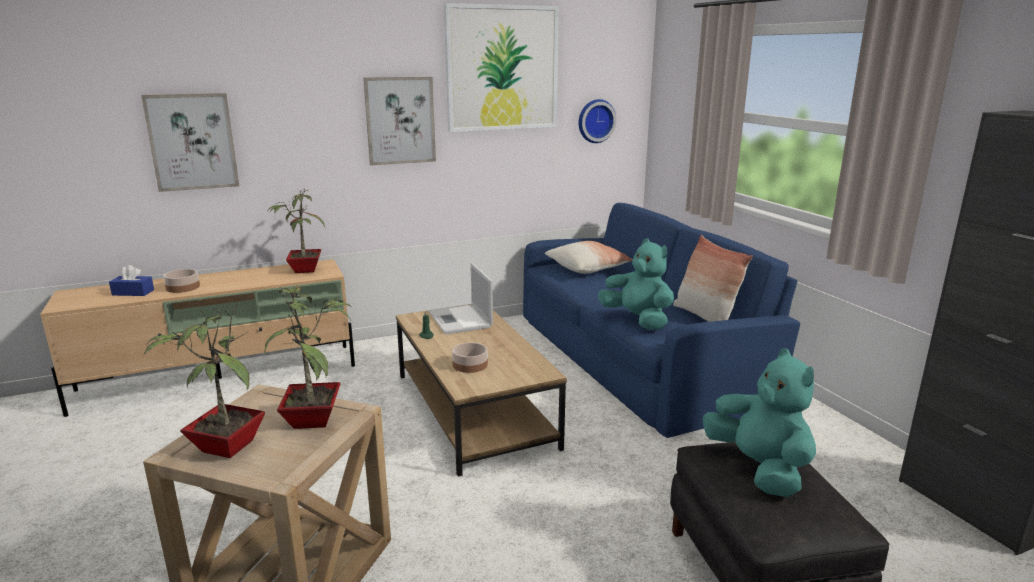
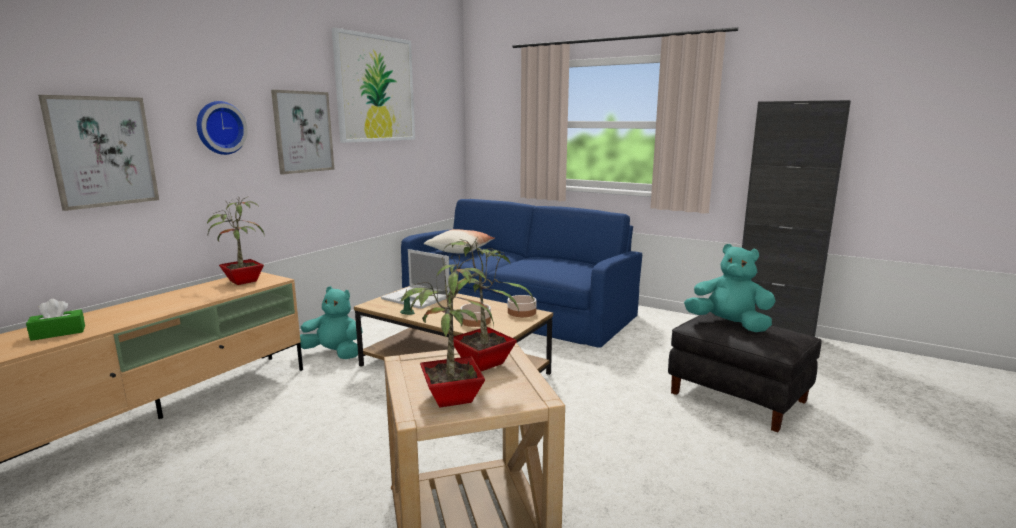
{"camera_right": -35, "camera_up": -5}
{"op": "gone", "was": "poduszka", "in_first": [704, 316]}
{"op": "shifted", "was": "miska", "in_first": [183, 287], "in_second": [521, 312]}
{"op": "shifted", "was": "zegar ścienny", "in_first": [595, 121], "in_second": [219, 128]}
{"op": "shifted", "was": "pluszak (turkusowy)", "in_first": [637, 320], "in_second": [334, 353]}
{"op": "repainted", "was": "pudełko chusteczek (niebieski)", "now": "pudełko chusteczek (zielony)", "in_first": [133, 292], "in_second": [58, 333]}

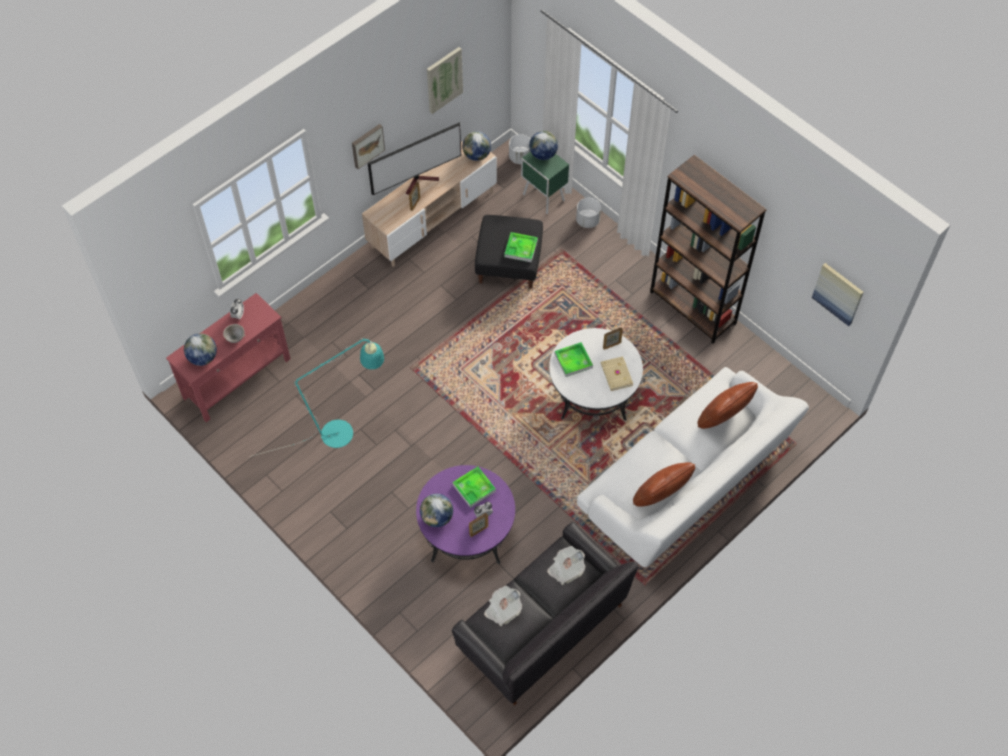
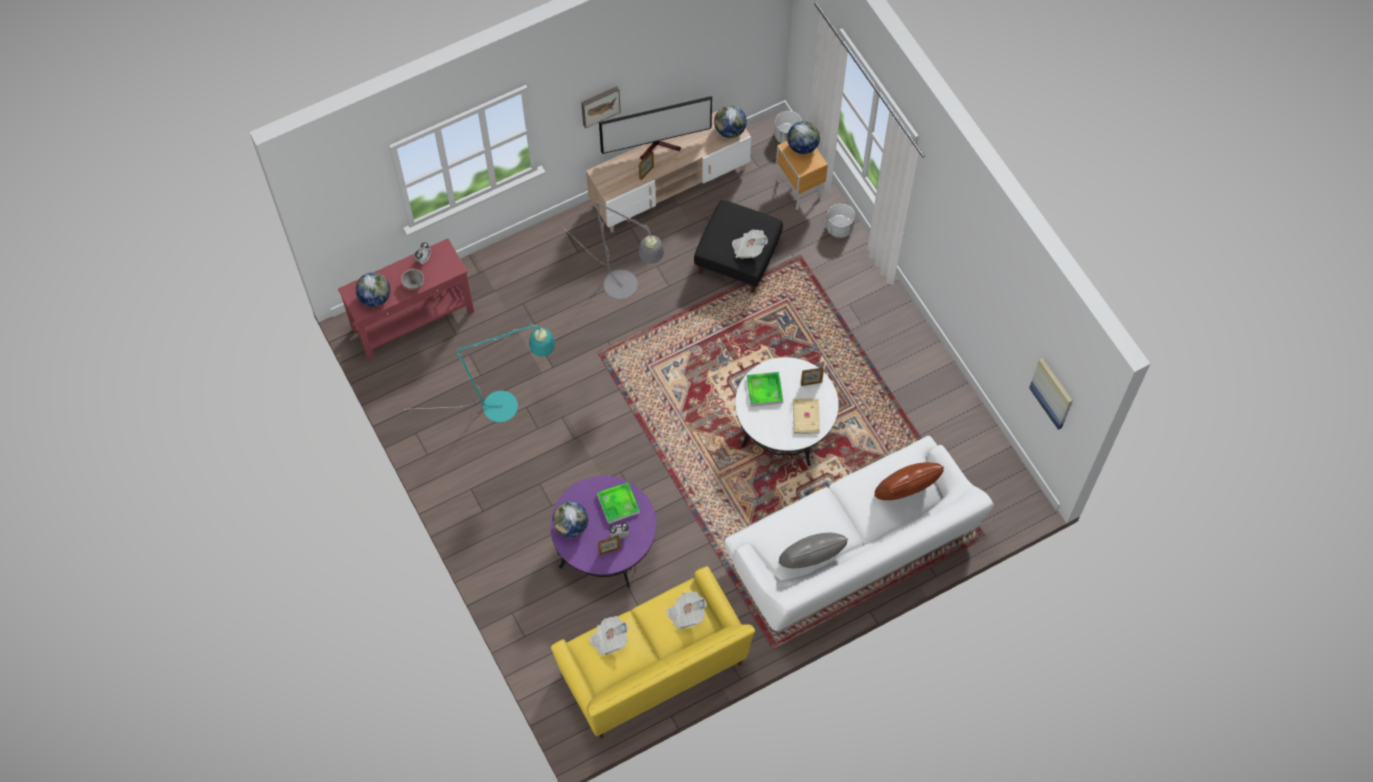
{"camera_right": 15, "camera_up": 5}
{"op": "gone", "was": "obraz", "in_first": [444, 79]}
{"op": "gone", "was": "regał (brązowy)", "in_first": [693, 308]}
{"op": "new", "now": "lampa stojąca (szary)", "in_second": [627, 290]}
{"op": "swapped", "was": "taca", "now": "gazeta", "in_first": [521, 248], "in_second": [748, 248]}
{"op": "repainted", "was": "kanapa (czarny)", "now": "kanapa (żółty)", "in_first": [542, 629], "in_second": [652, 667]}
{"op": "repainted", "was": "szafka nocna (zielony)", "now": "szafka nocna (brązowy)", "in_first": [544, 198], "in_second": [799, 190]}
{"op": "repainted", "was": "poduszka (brązowy)", "now": "poduszka (szary)", "in_first": [660, 497], "in_second": [810, 561]}

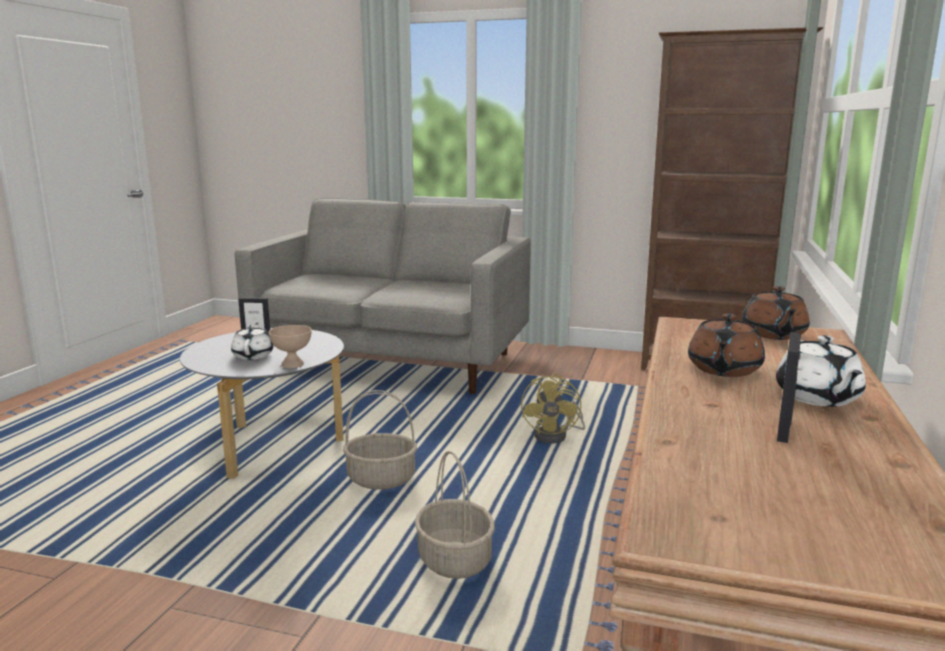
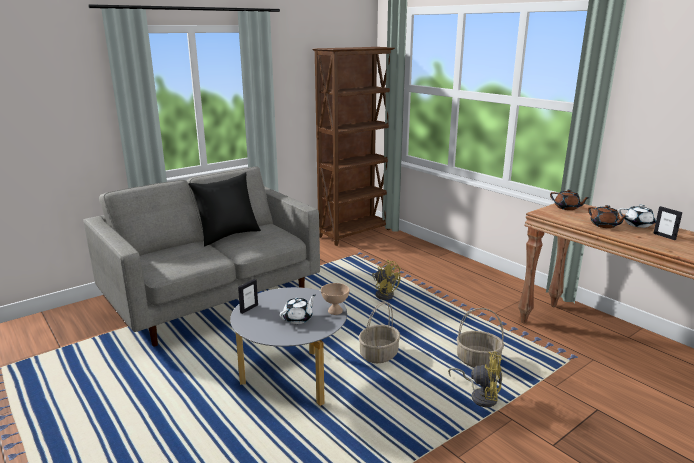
{"camera_right": -55, "camera_up": 5}
{"op": "new", "now": "poduszka (czarny)", "in_second": [228, 235]}
{"op": "new", "now": "wentylator (żółty)", "in_second": [480, 396]}
{"op": "rotated", "was": "imbryk (biały)", "in_first": [253, 355], "in_second": [298, 318], "clockwise": 105}

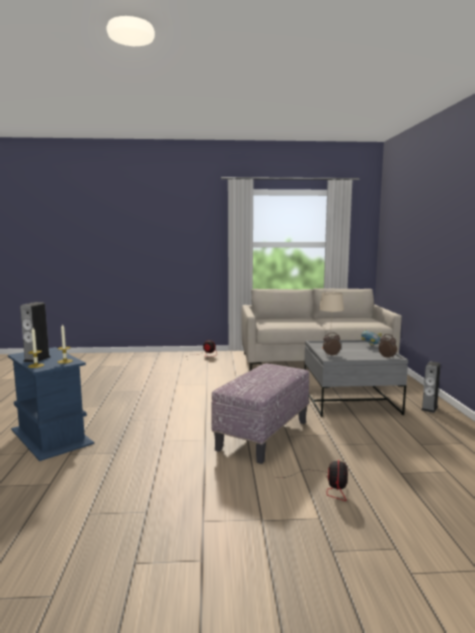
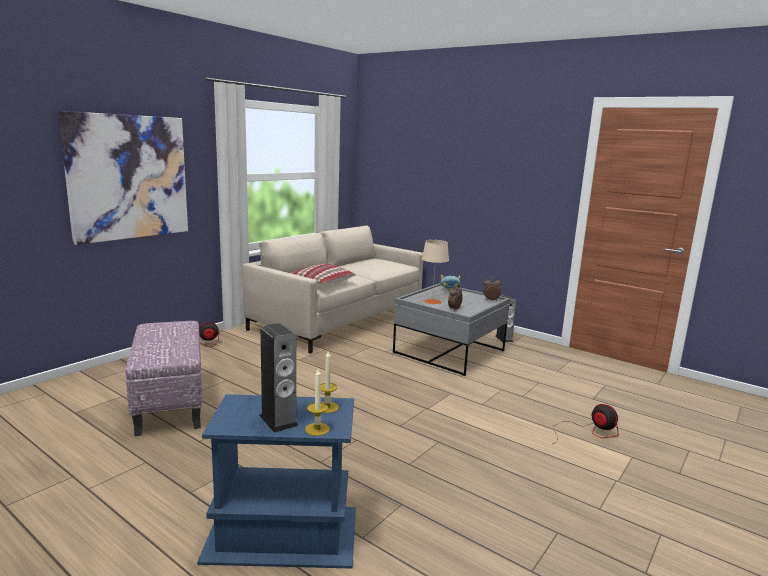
{"camera_right": -50, "camera_up": 5}
{"op": "new", "now": "obraz", "in_second": [129, 177]}
{"op": "new", "now": "poduszka", "in_second": [321, 282]}
{"op": "shifted", "was": "pufa", "in_first": [263, 435], "in_second": [171, 403]}

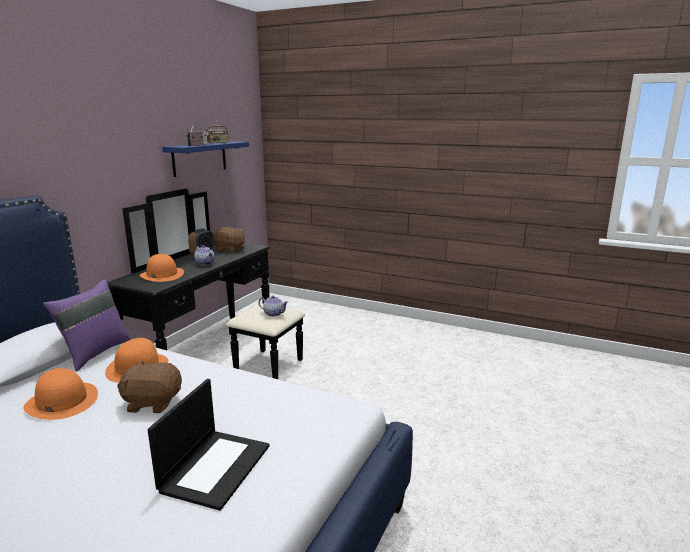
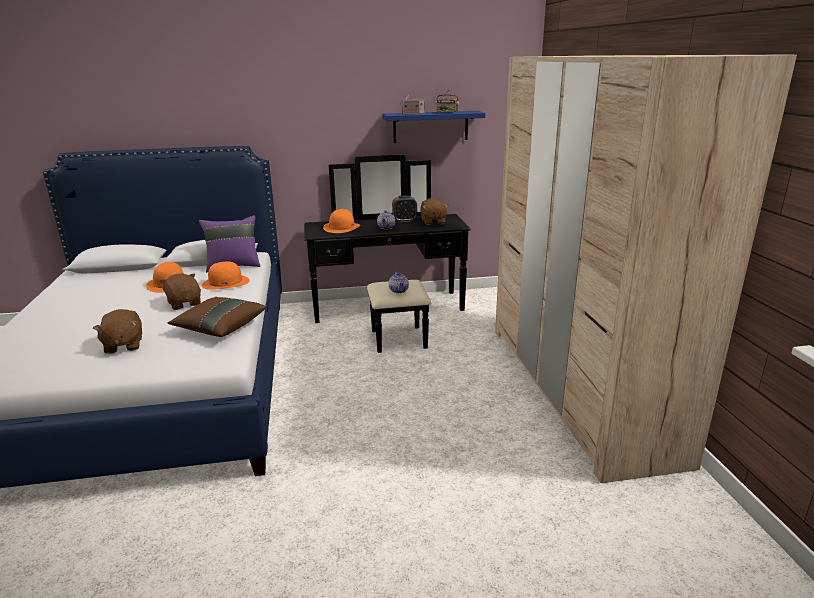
{"camera_right": 55, "camera_up": 5}
{"op": "new", "now": "poduszka (brązowy)", "in_second": [220, 328]}
{"op": "new", "now": "szafa (beżowy)", "in_second": [576, 388]}
{"op": "swapped", "was": "laptop", "now": "pluszak (brązowy)", "in_first": [215, 467], "in_second": [123, 345]}

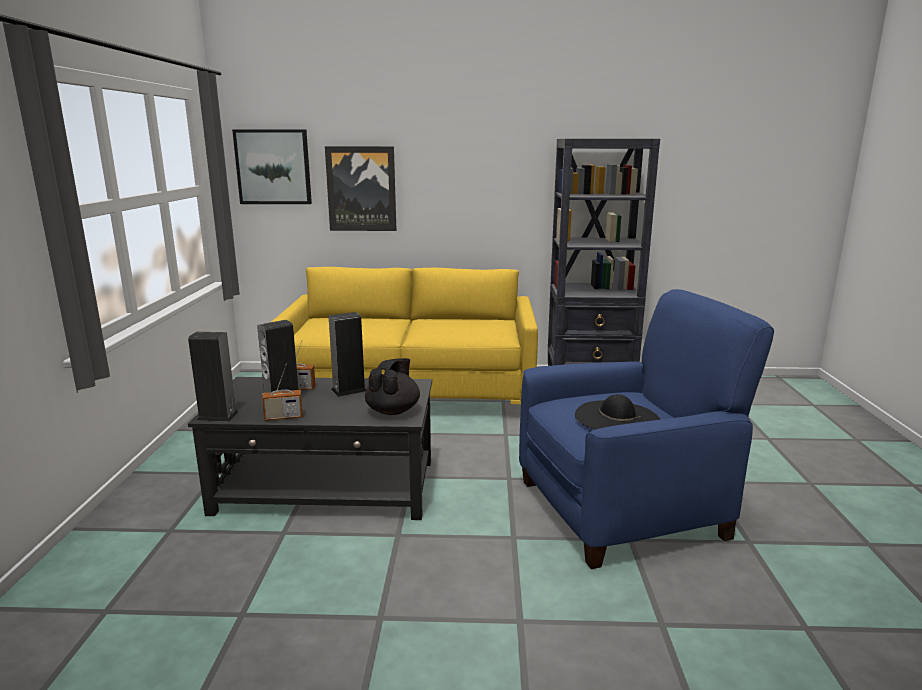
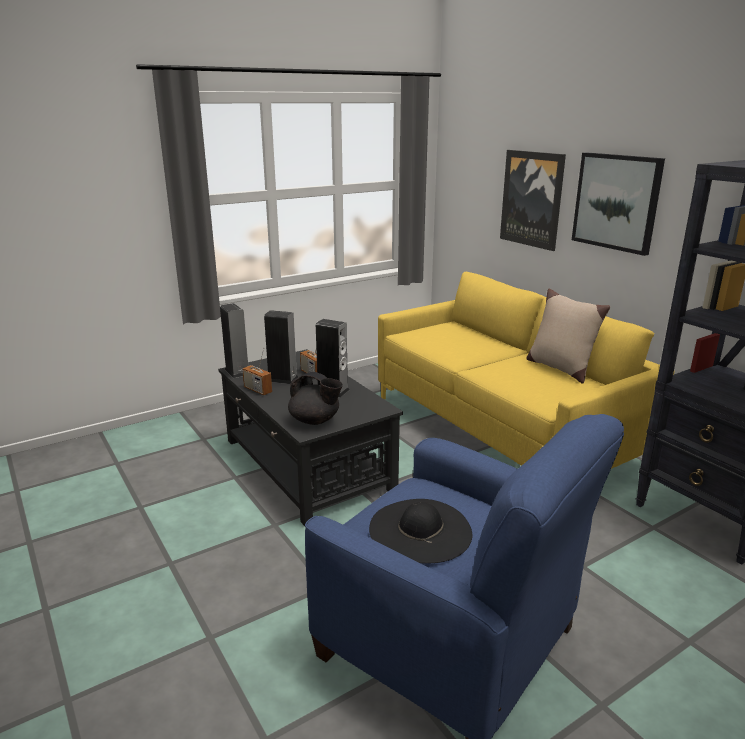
{"camera_right": 55, "camera_up": 5}
{"op": "new", "now": "poduszka (beżowy)", "in_second": [560, 368]}
{"op": "shifted", "was": "obraz", "in_first": [273, 167], "in_second": [616, 202]}
{"op": "rotated", "was": "imbryk (czarny)", "in_first": [393, 410], "in_second": [315, 420], "clockwise": 45}

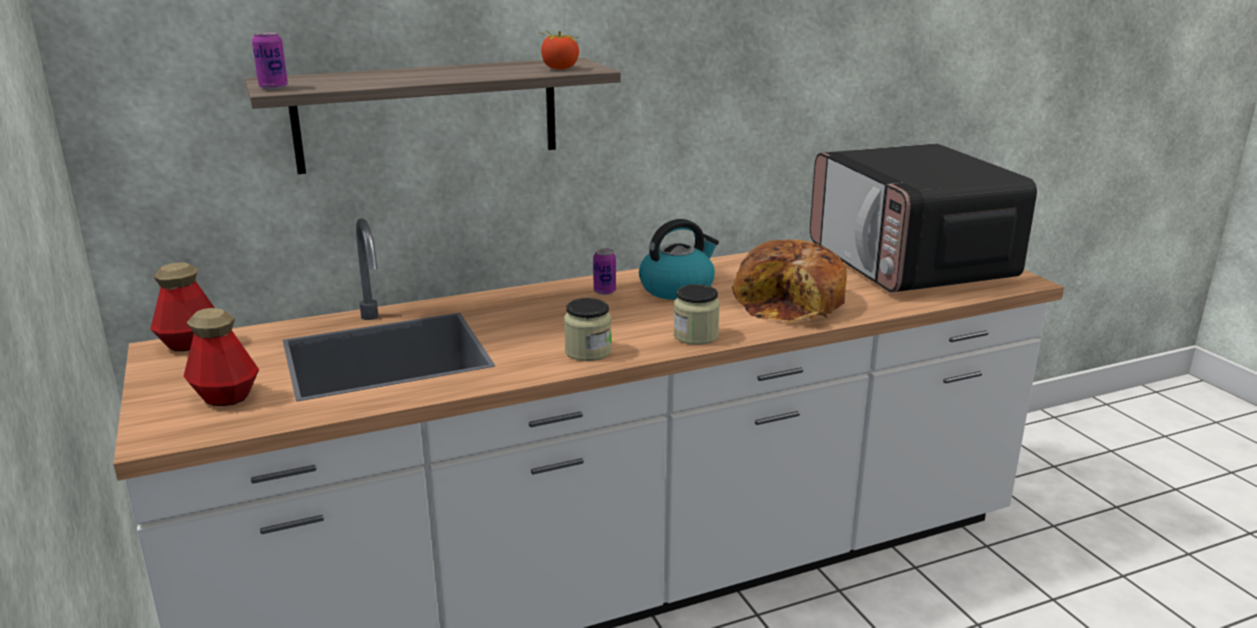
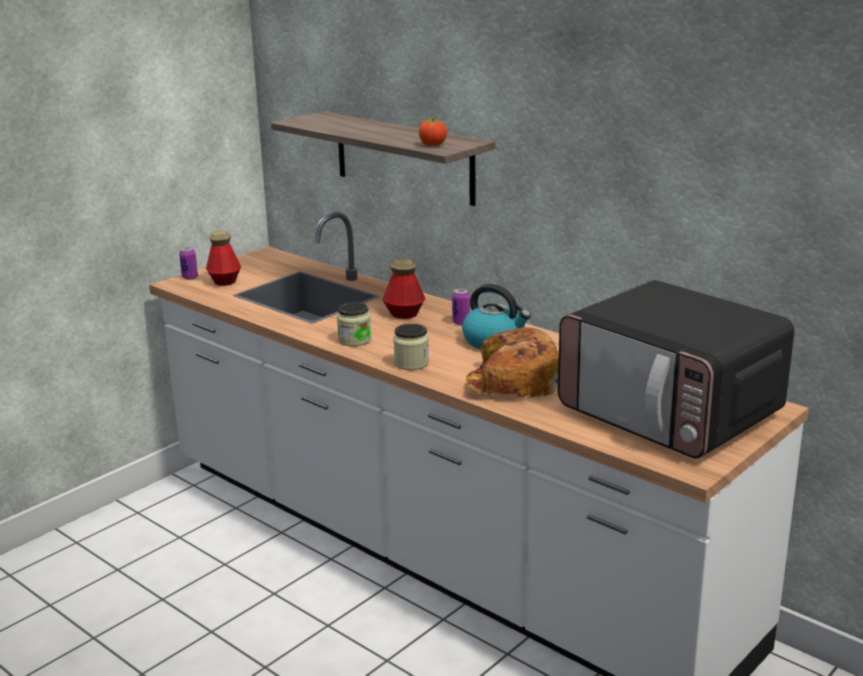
{"camera_right": 65, "camera_up": 0}
{"op": "shifted", "was": "butelka", "in_first": [189, 343], "in_second": [404, 314]}
{"op": "shifted", "was": "puszka", "in_first": [273, 87], "in_second": [190, 277]}
{"op": "rotated", "was": "mikrofalówka", "in_first": [909, 264], "in_second": [670, 413], "clockwise": -90}

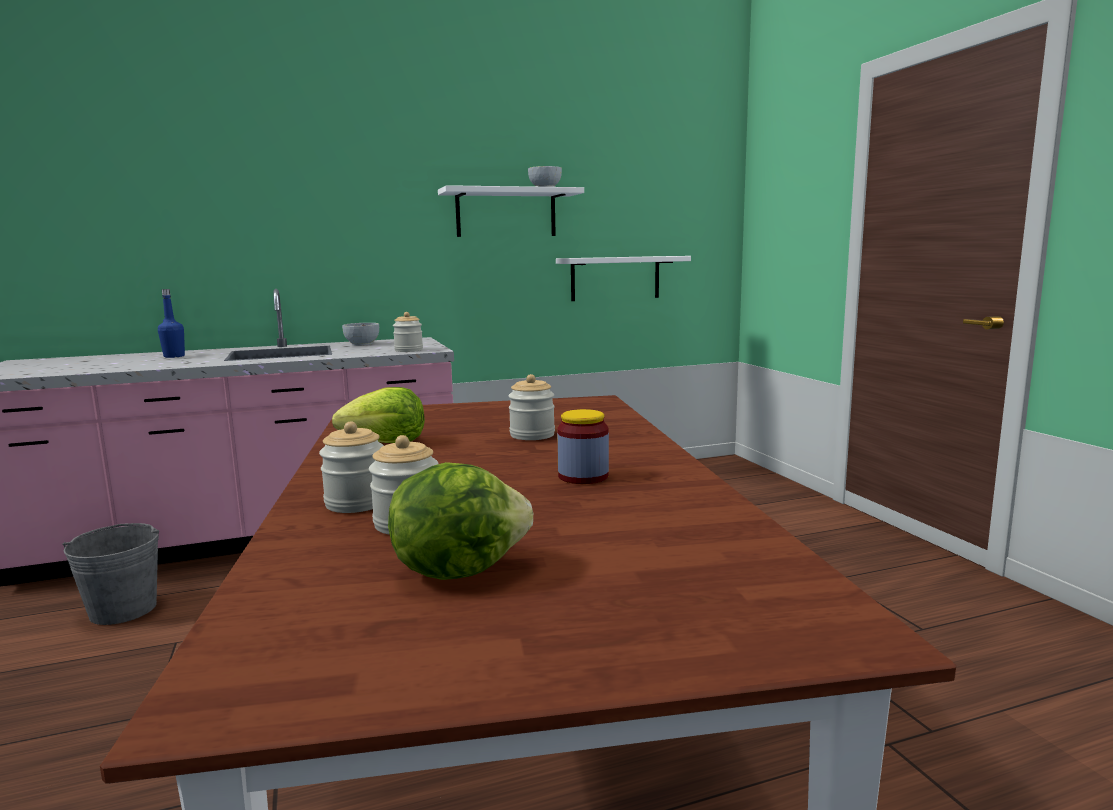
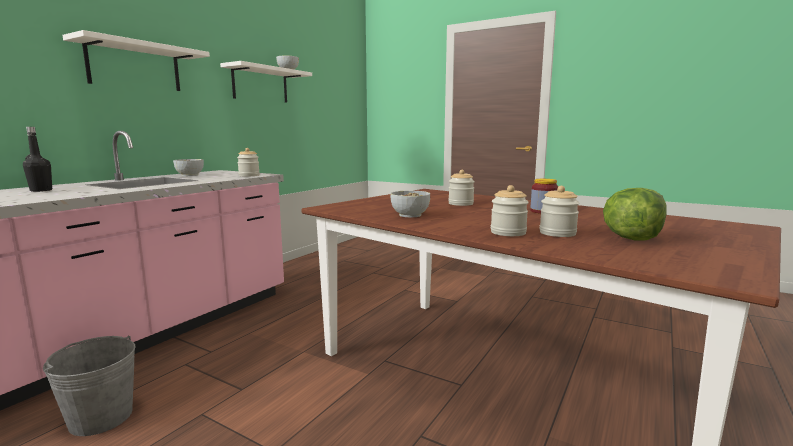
{"camera_right": -40, "camera_up": 0}
{"op": "shifted", "was": "półka (biały)", "in_first": [615, 278], "in_second": [135, 67]}
{"op": "swapped", "was": "sałata", "now": "miska", "in_first": [386, 443], "in_second": [410, 215]}
{"op": "repainted", "was": "butelka (niebieski)", "now": "butelka (czarny)", "in_first": [174, 356], "in_second": [41, 190]}

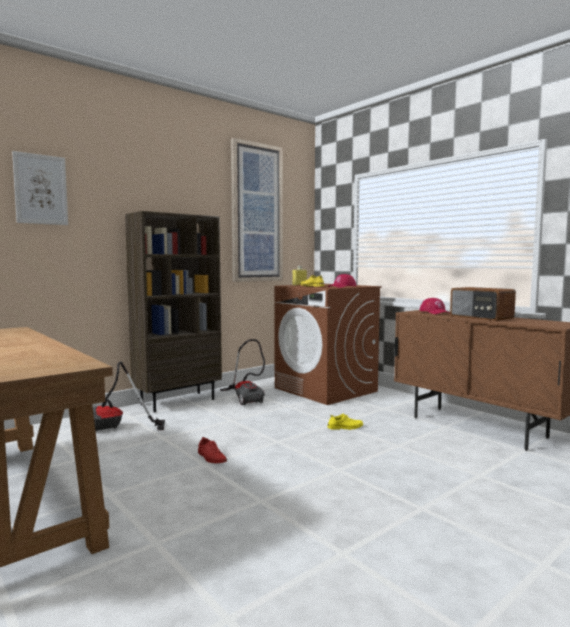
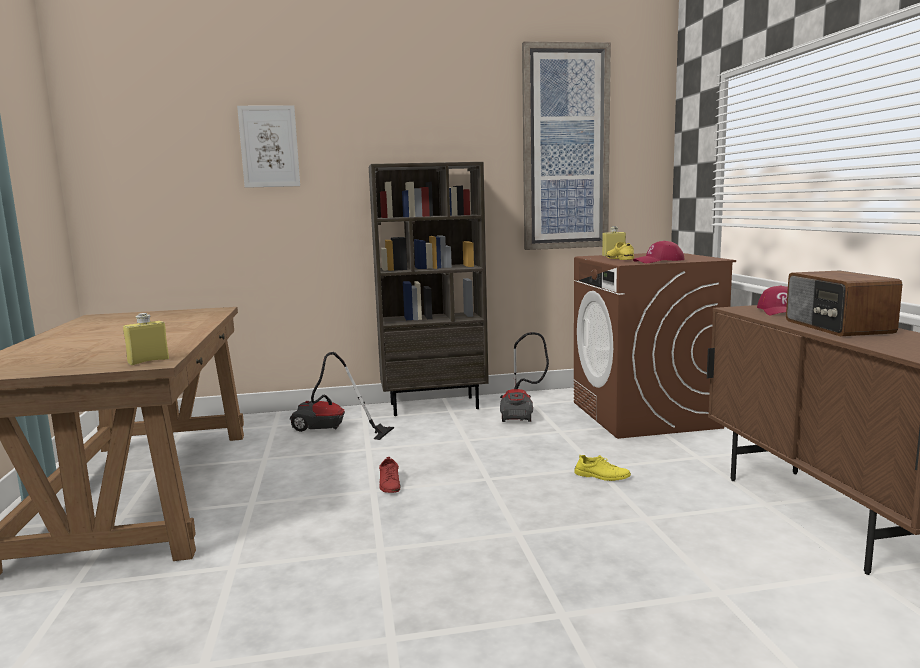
{"camera_right": 30, "camera_up": 5}
{"op": "new", "now": "butelka (żółty)", "in_second": [148, 361]}

